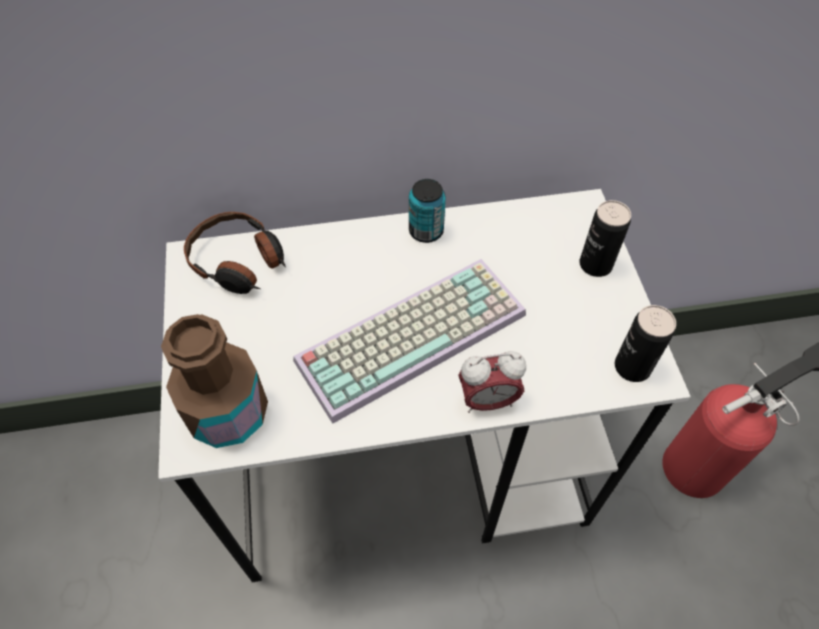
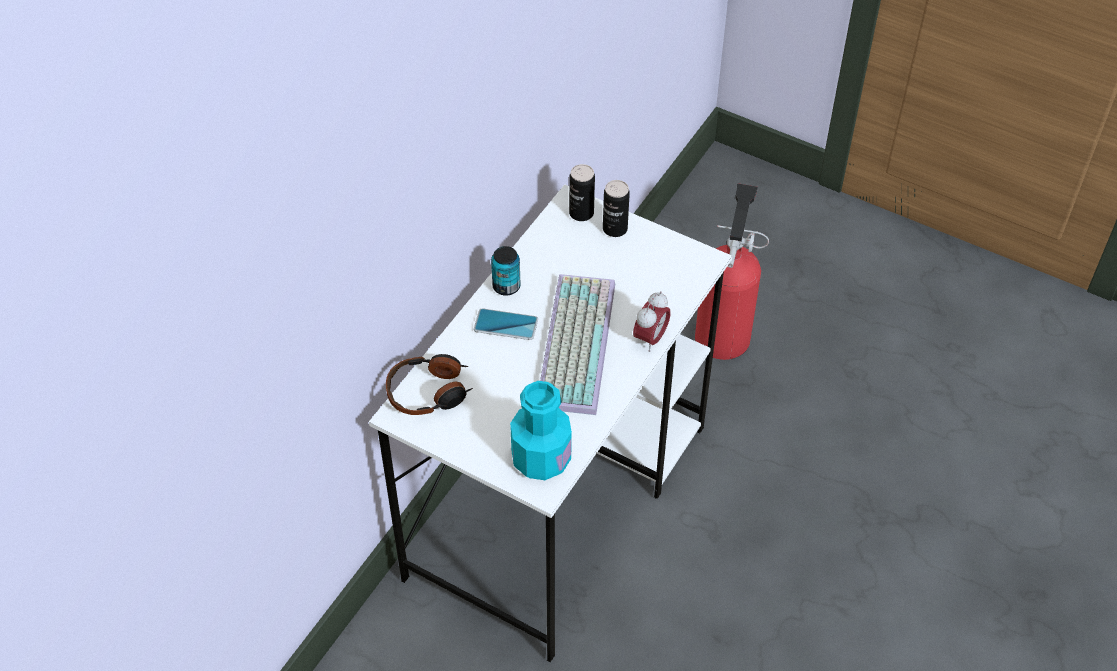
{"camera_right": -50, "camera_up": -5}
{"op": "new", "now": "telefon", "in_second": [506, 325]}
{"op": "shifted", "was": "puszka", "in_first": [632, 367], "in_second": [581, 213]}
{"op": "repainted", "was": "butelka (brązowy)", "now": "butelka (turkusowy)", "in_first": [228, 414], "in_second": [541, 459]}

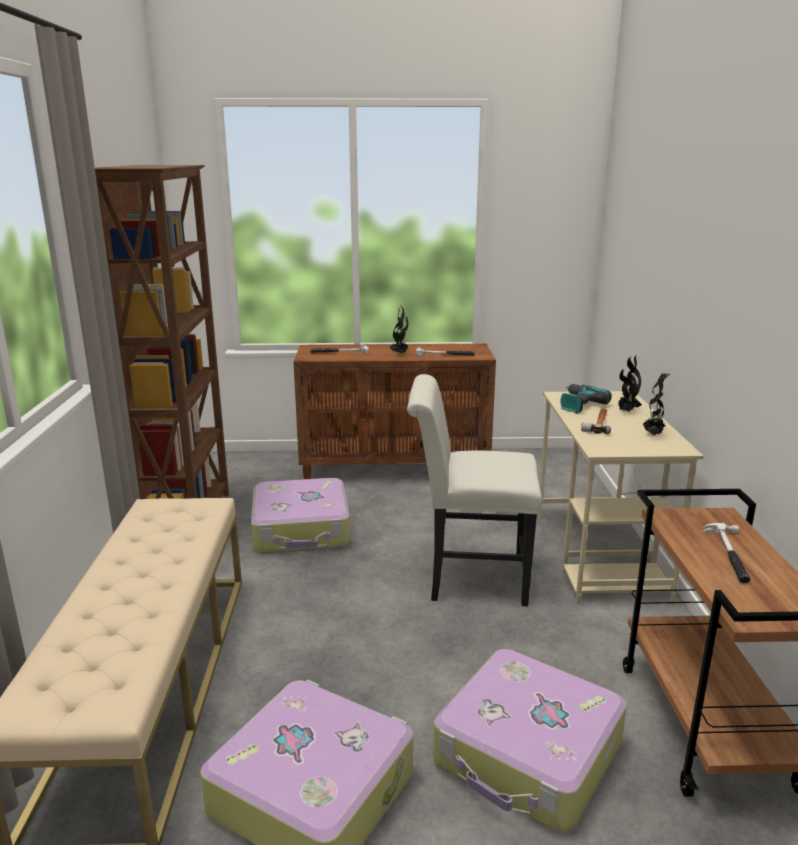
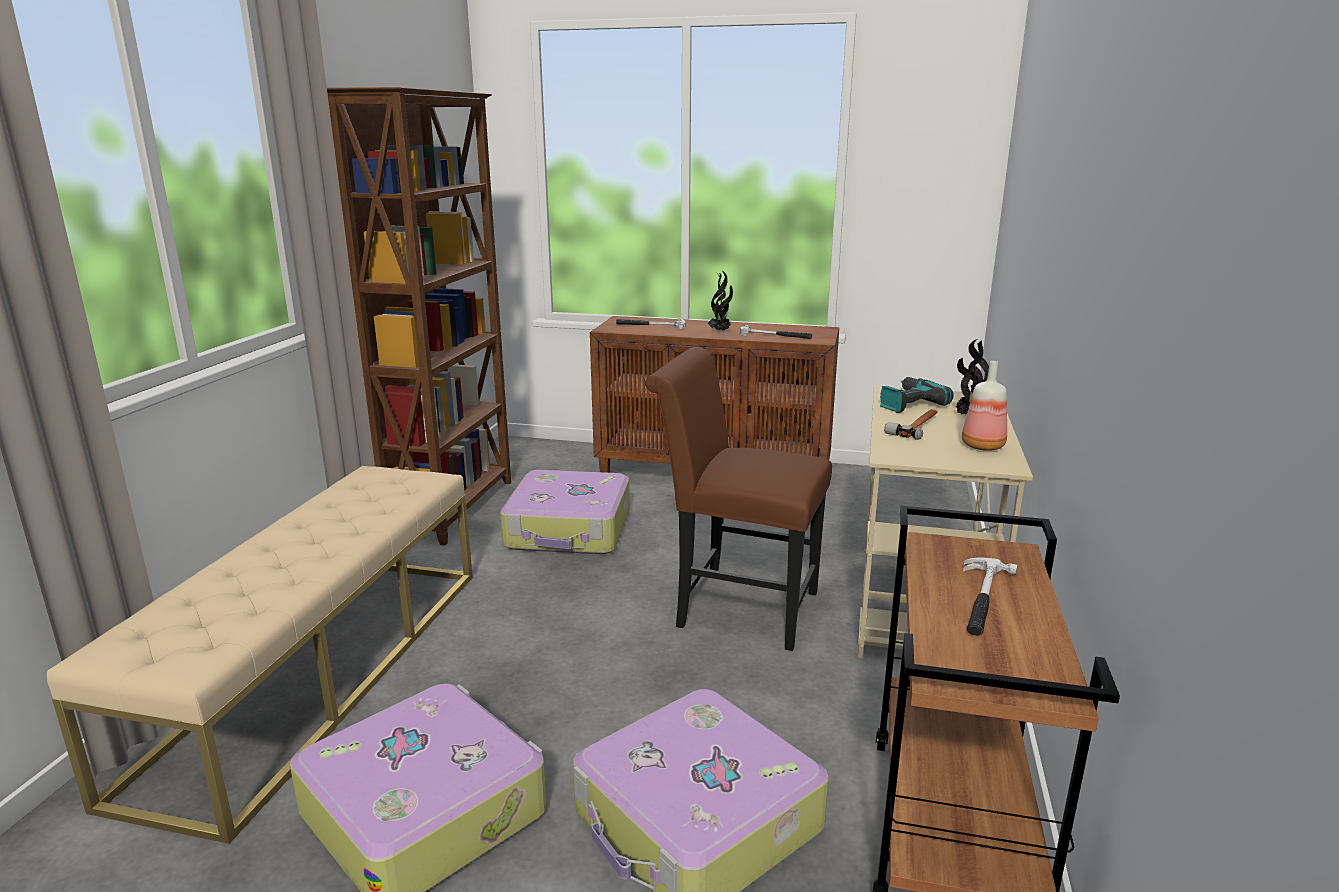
{"camera_right": 15, "camera_up": 0}
{"op": "swapped", "was": "roślina doniczkowa", "now": "butelka", "in_first": [653, 434], "in_second": [982, 445]}
{"op": "repainted", "was": "krzesło (biały)", "now": "krzesło (brązowy)", "in_first": [469, 577], "in_second": [736, 607]}

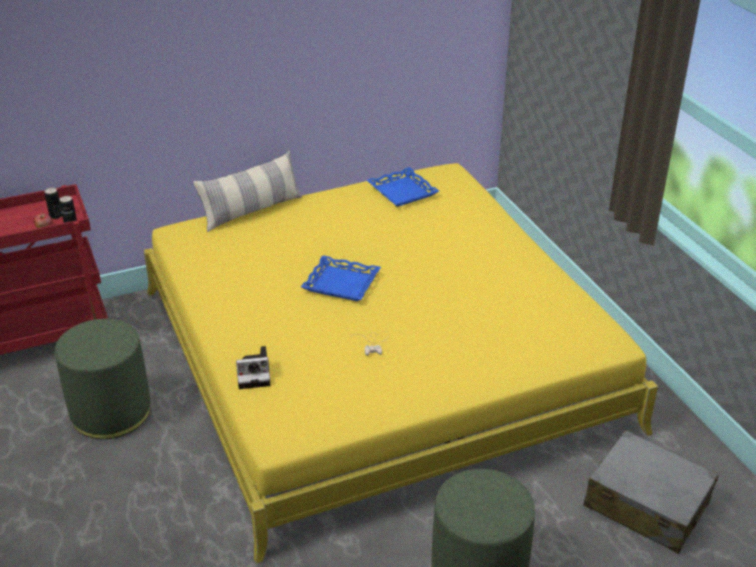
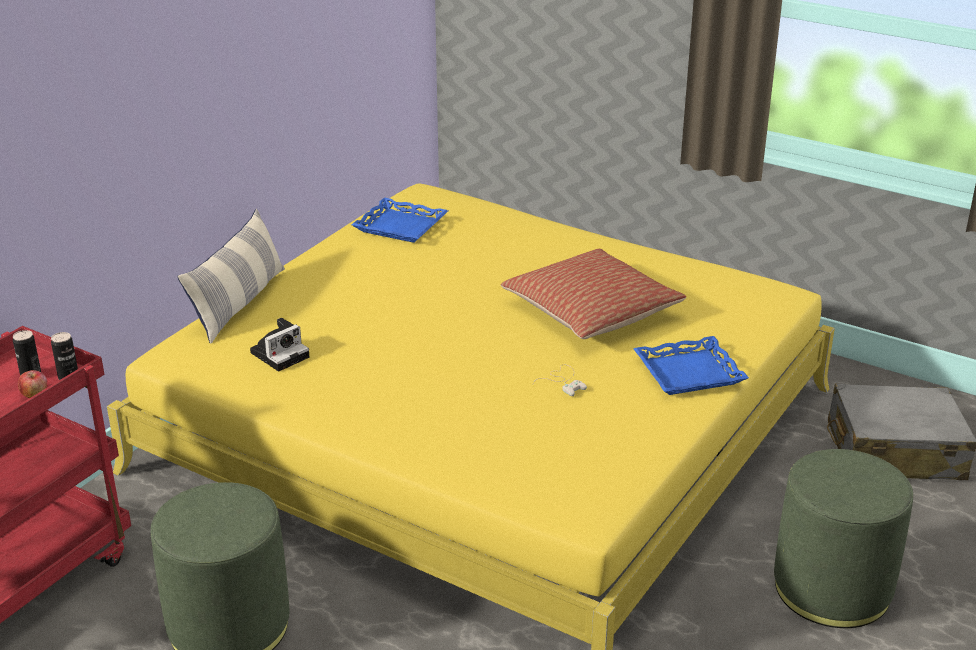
{"camera_right": -35, "camera_up": -5}
{"op": "new", "now": "poduszka", "in_second": [591, 312]}
{"op": "shifted", "was": "aparat fotograficzny", "in_first": [255, 374], "in_second": [281, 354]}
{"op": "shifted", "was": "taca (niebieski)", "in_first": [341, 283], "in_second": [689, 372]}

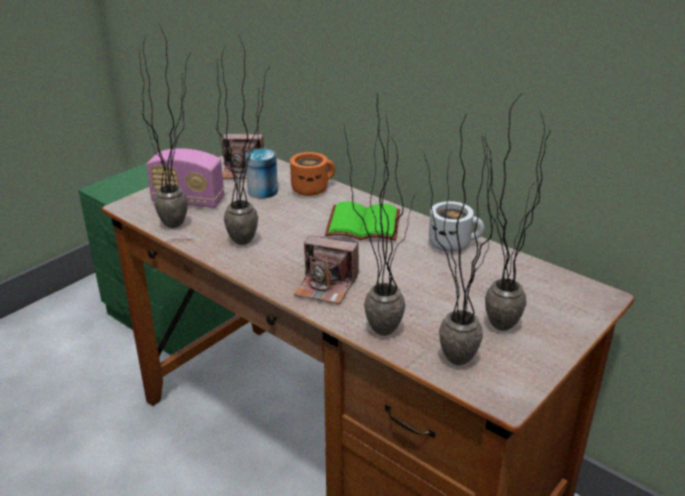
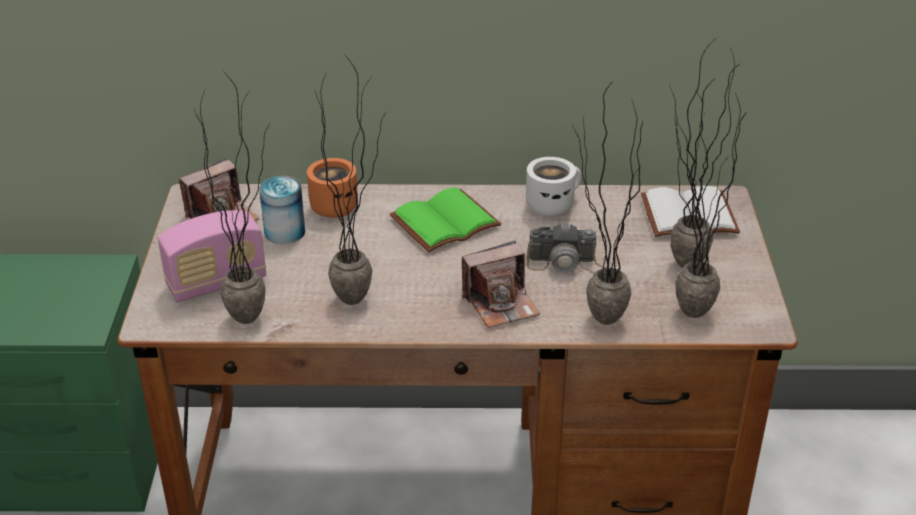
{"camera_right": -40, "camera_up": 5}
{"op": "new", "now": "aparat fotograficzny", "in_second": [568, 264]}
{"op": "new", "now": "książka (biały)", "in_second": [689, 214]}

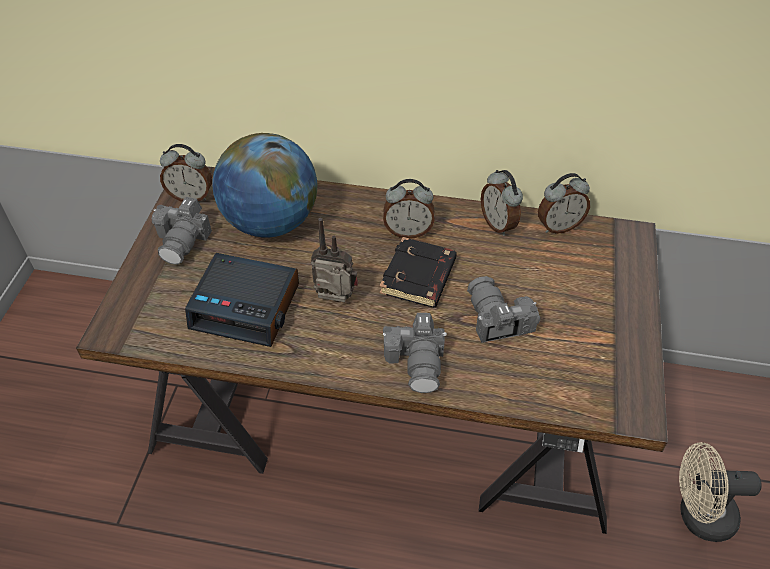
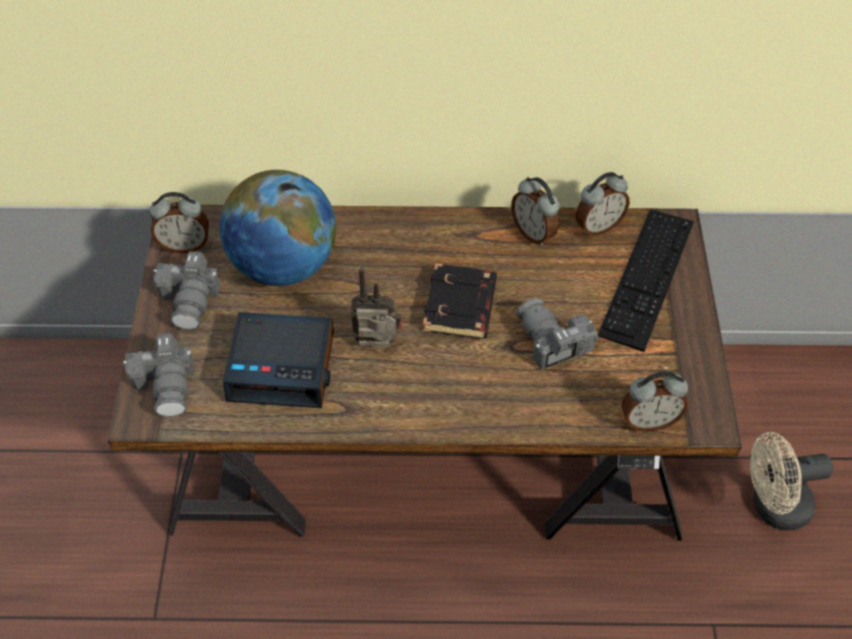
{"camera_right": -10, "camera_up": 5}
{"op": "new", "now": "klawiatura", "in_second": [647, 277]}
{"op": "shifted", "was": "budzik", "in_first": [408, 231], "in_second": [648, 420]}
{"op": "shifted", "was": "aparat fotograficzny", "in_first": [417, 361], "in_second": [167, 384]}

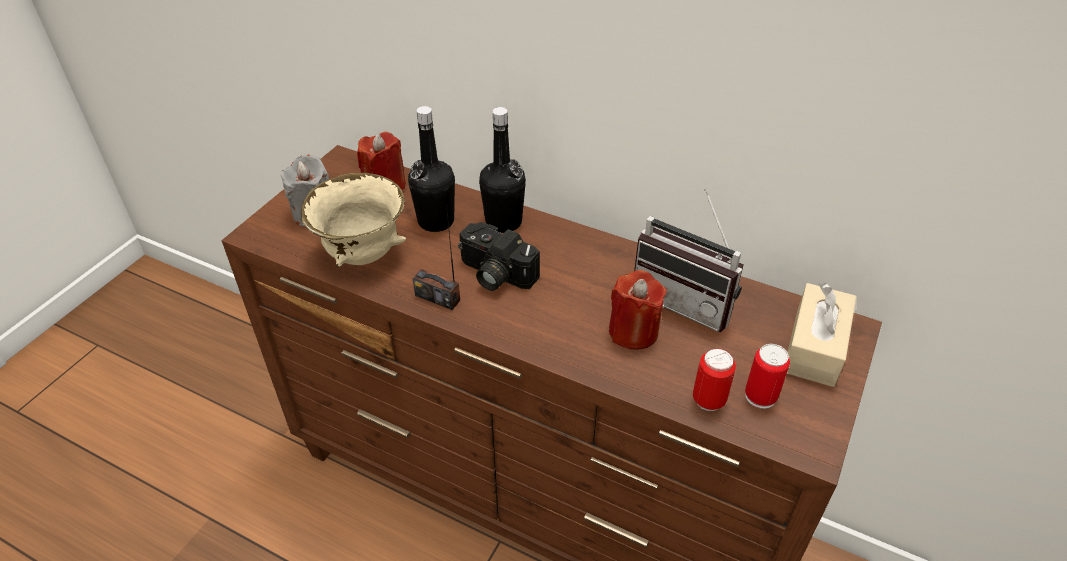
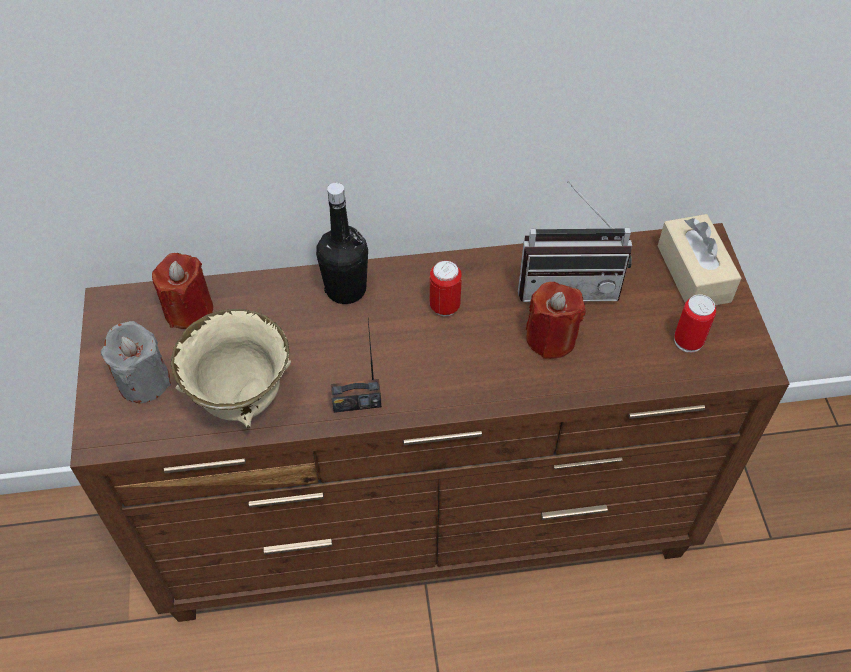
{"camera_right": -35, "camera_up": 10}
{"op": "gone", "was": "butelka (czarny)", "in_first": [436, 221]}
{"op": "gone", "was": "aparat fotograficzny", "in_first": [494, 274]}
{"op": "shifted", "was": "puszka", "in_first": [708, 400], "in_second": [444, 307]}

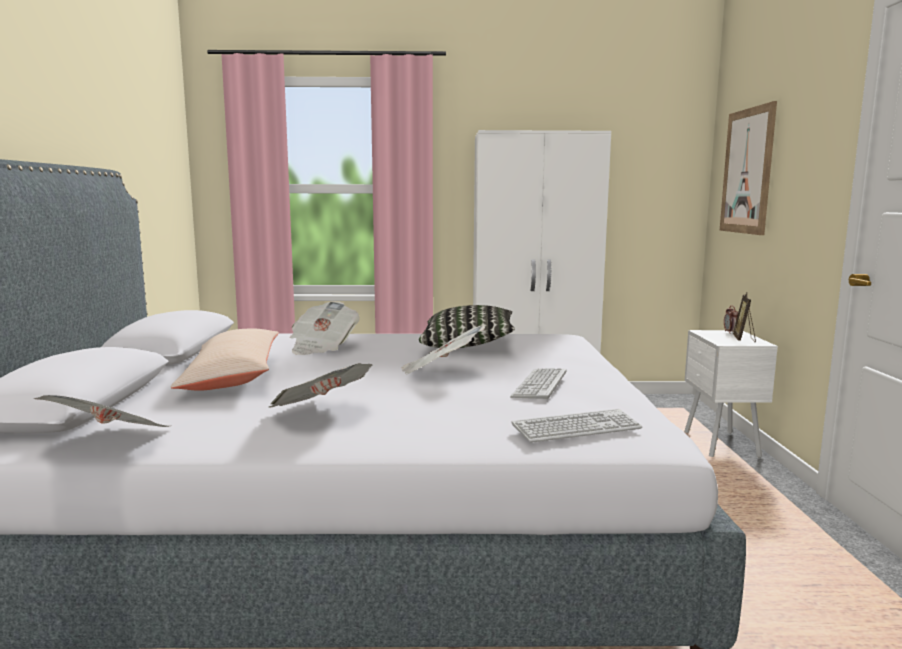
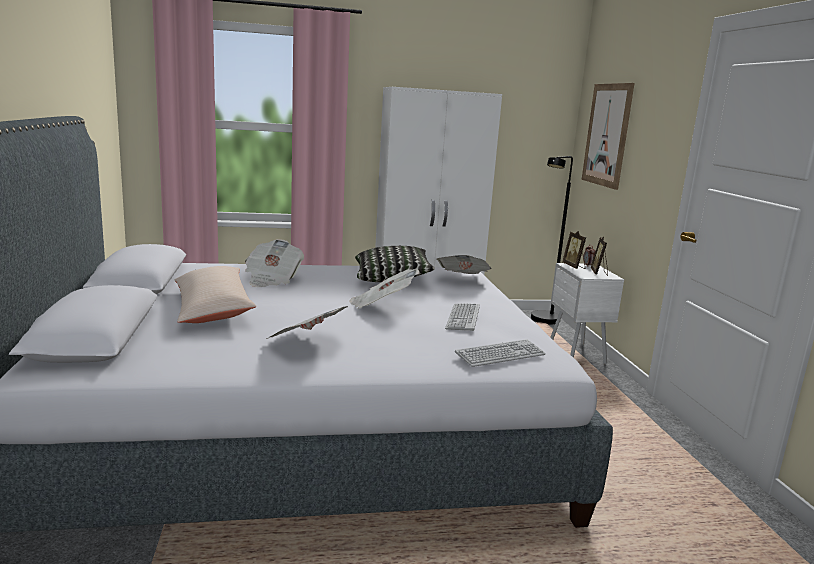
{"camera_right": -10, "camera_up": 5}
{"op": "new", "now": "lampa stojąca (czarny)", "in_second": [543, 321]}
{"op": "new", "now": "ramka na zdjęcie", "in_second": [574, 266]}
{"op": "shifted", "was": "gazeta", "in_first": [112, 443], "in_second": [463, 280]}

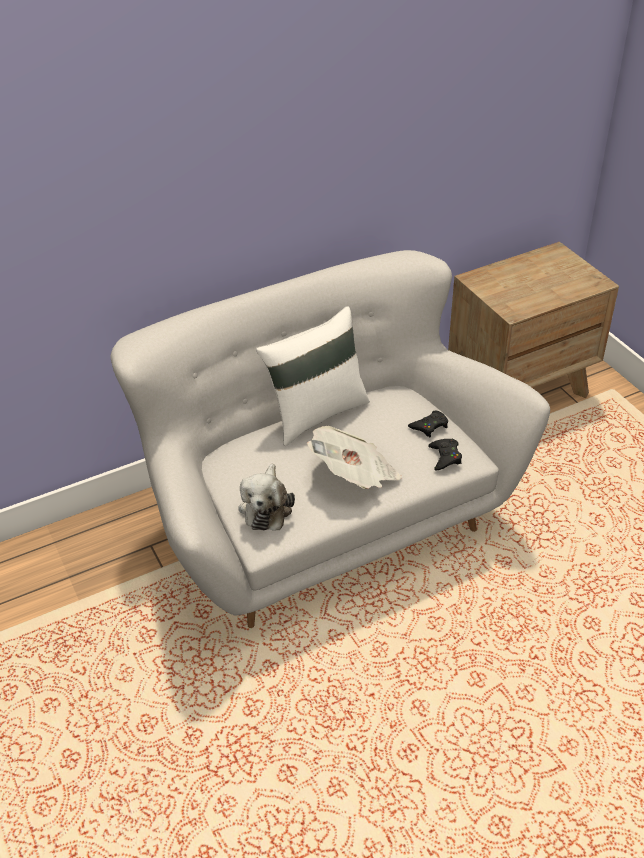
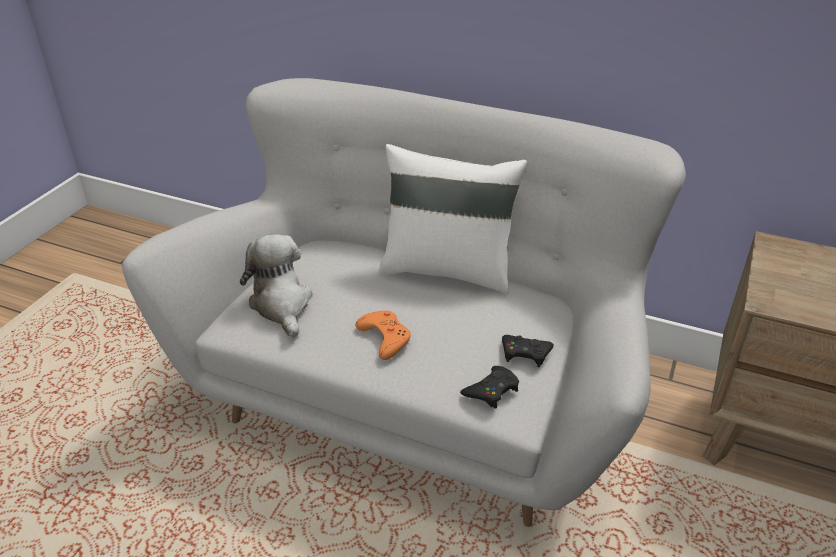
{"camera_right": 50, "camera_up": -5}
{"op": "swapped", "was": "gazeta", "now": "pad do gier (pomarańczowy)", "in_first": [355, 475], "in_second": [385, 338]}
{"op": "rotated", "was": "pluszak", "in_first": [266, 507], "in_second": [281, 304], "clockwise": 105}

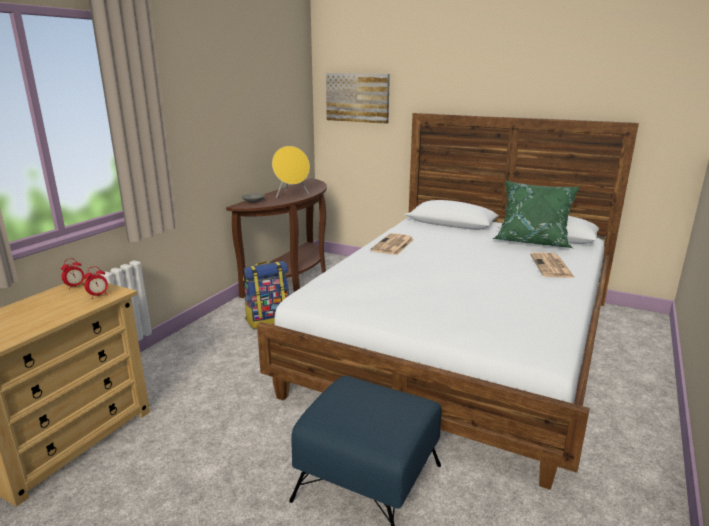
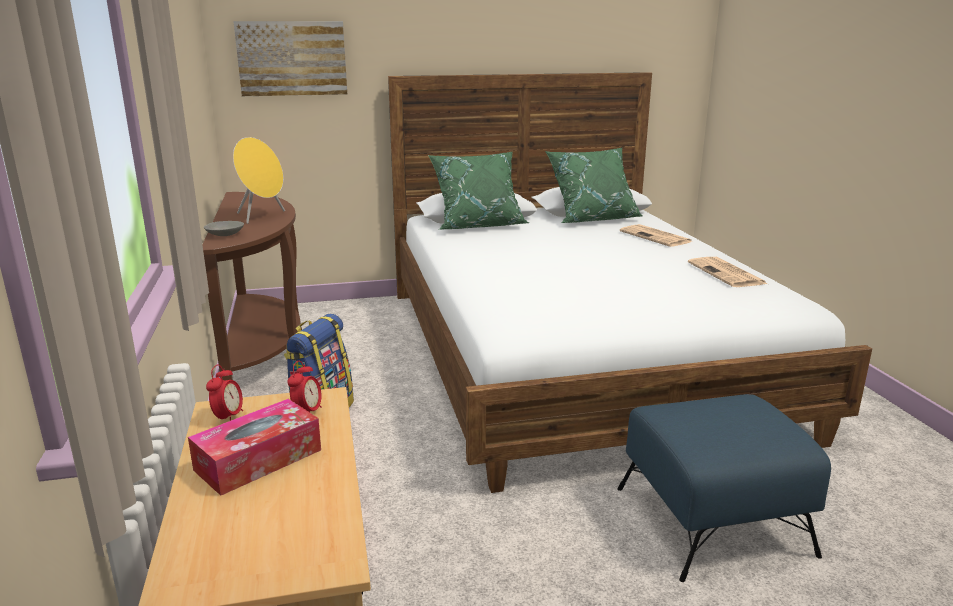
{"camera_right": -40, "camera_up": 0}
{"op": "new", "now": "pudełko chusteczek", "in_second": [258, 460]}
{"op": "new", "now": "poduszka (zielony)", "in_second": [478, 225]}
{"op": "shifted", "was": "gazeta", "in_first": [393, 245], "in_second": [727, 273]}

